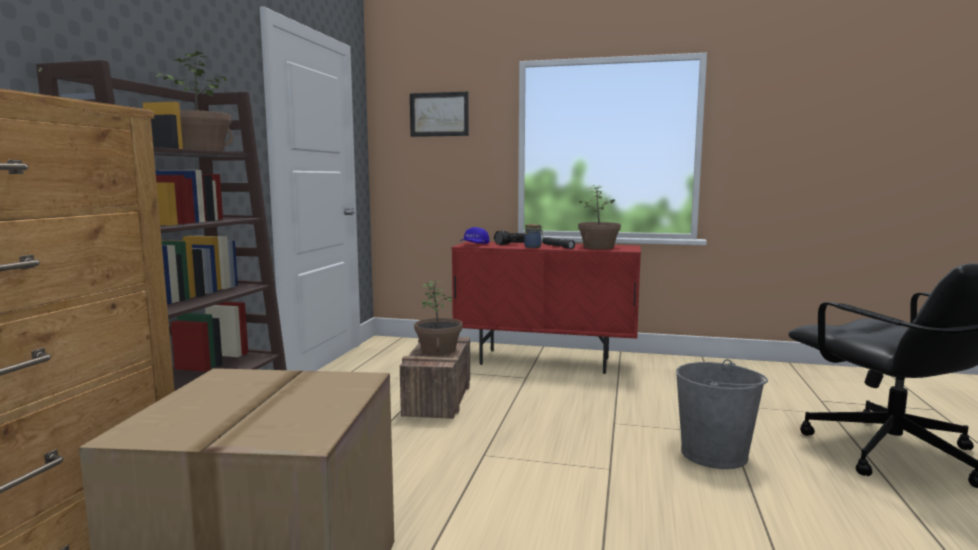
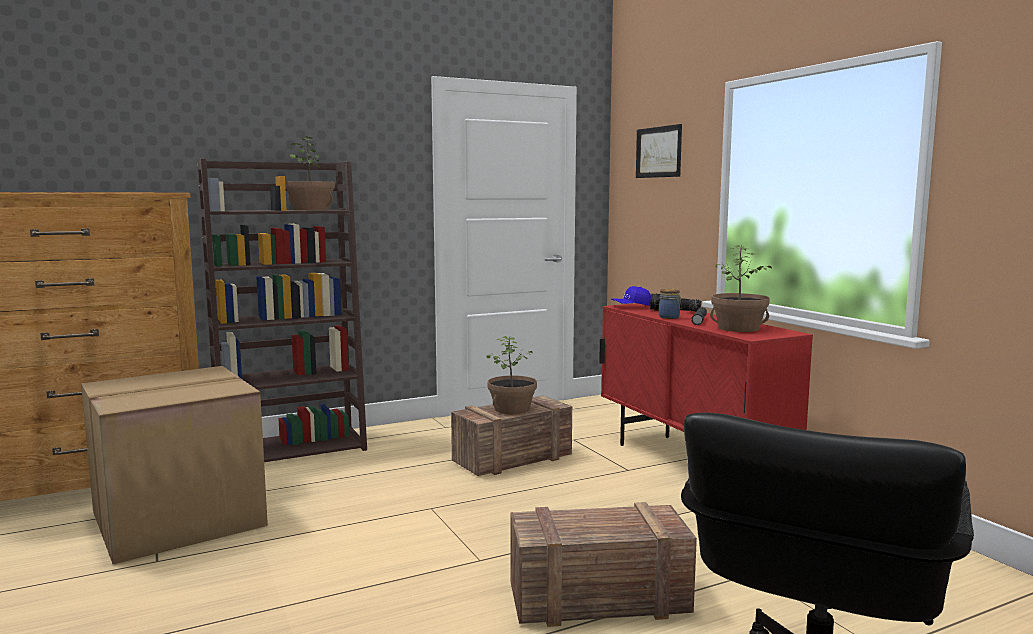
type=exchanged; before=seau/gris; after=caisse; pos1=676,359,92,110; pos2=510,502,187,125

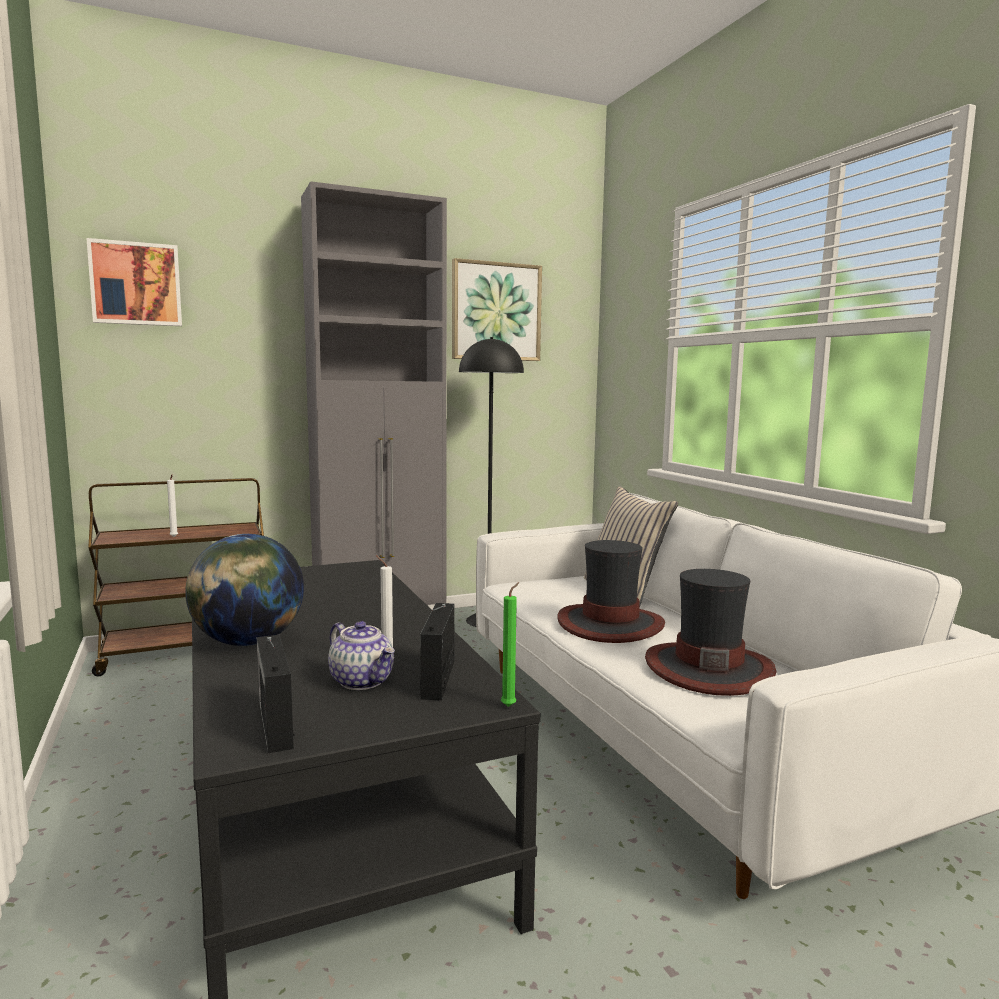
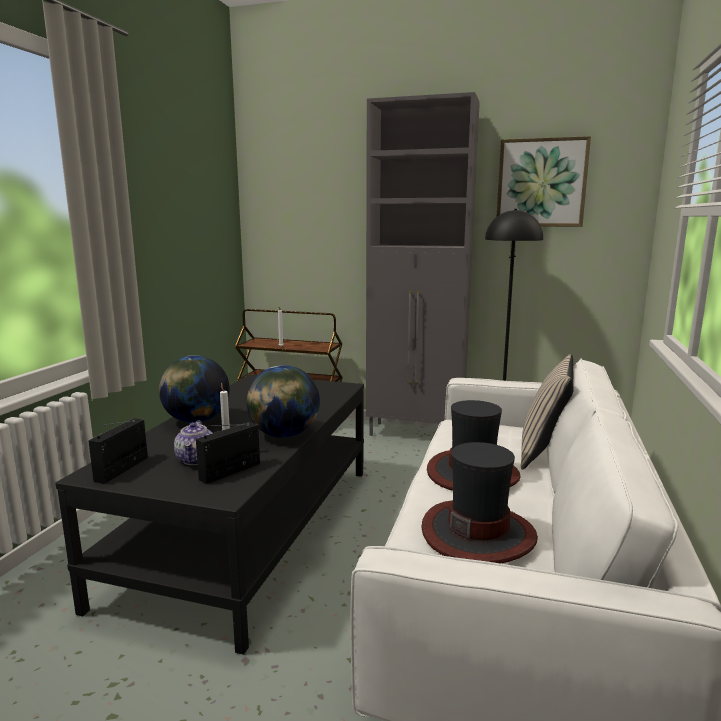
type=appeared; after=globe; pos2=246,365,74,73
type=missing; before=tableau; pos1=86,238,96,88
type=missing; before=bougie/vert; pos1=501,582,18,125

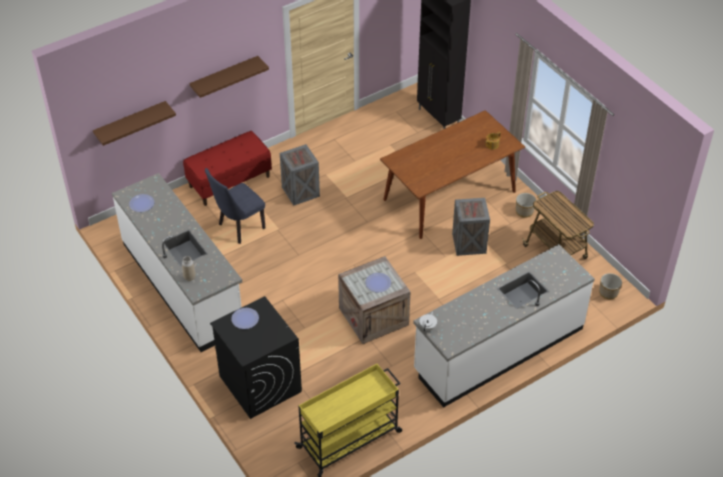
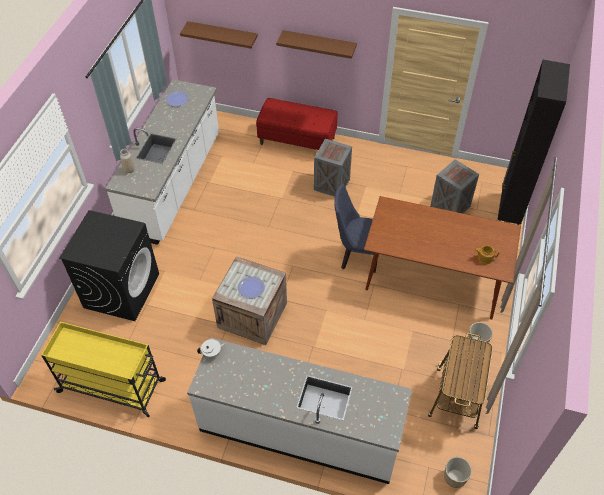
type=relocated; before=chaise/bleu; pos1=205,168,60,76; pos2=334,184,44,89
type=relocated; before=caisse; pos1=452,198,38,58; pos2=430,159,49,54
type=missing; before=assiette; pos1=231,308,28,21

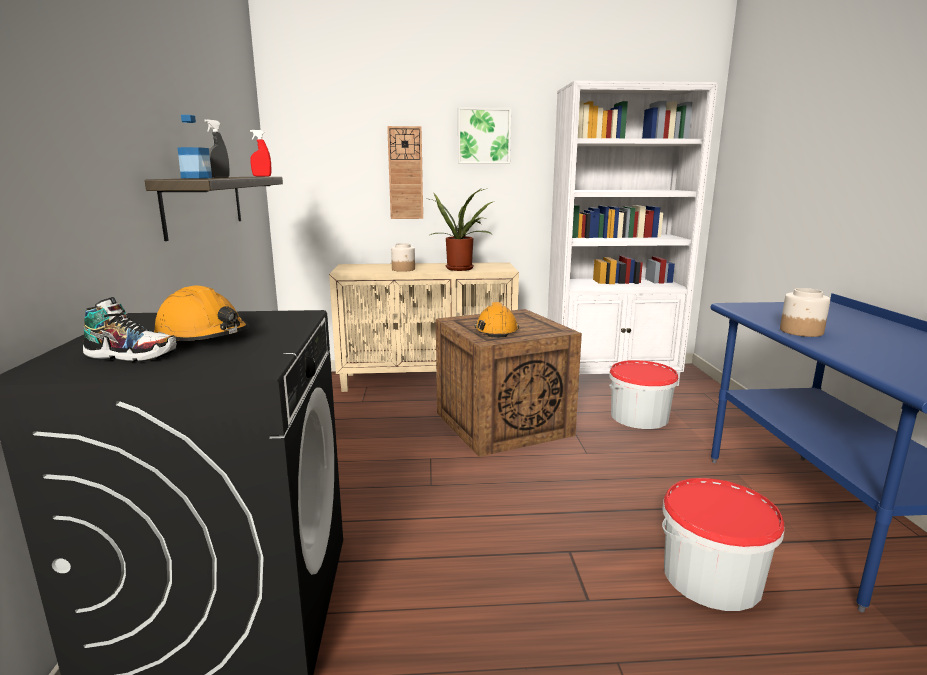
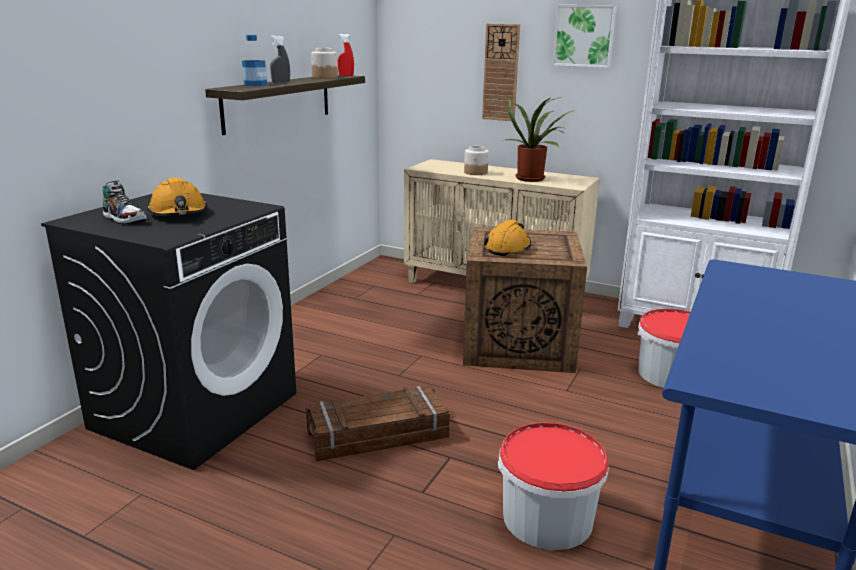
type=appeared; after=caisse; pos2=306,386,144,75
type=relocated; before=bocal; pos1=780,288,50,49; pos2=311,48,27,30

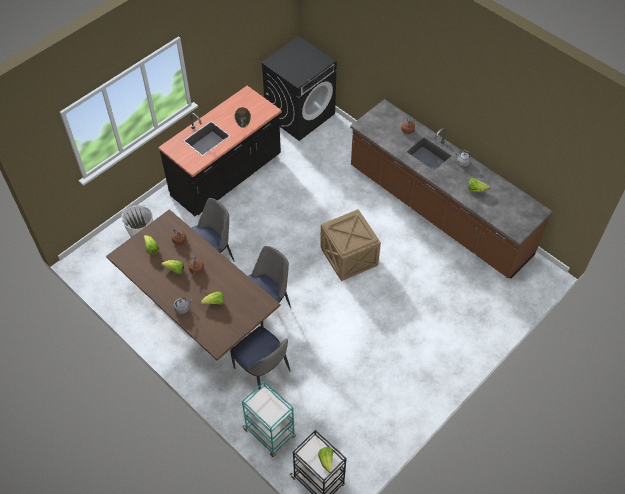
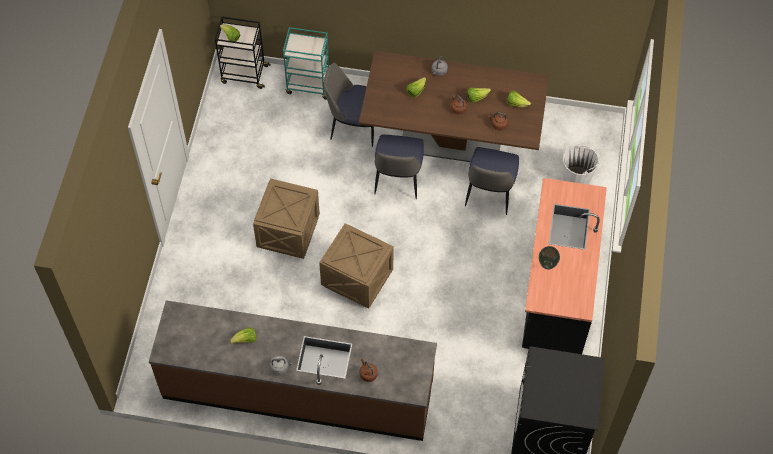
type=appeared; after=caisse; pos2=253,178,67,81

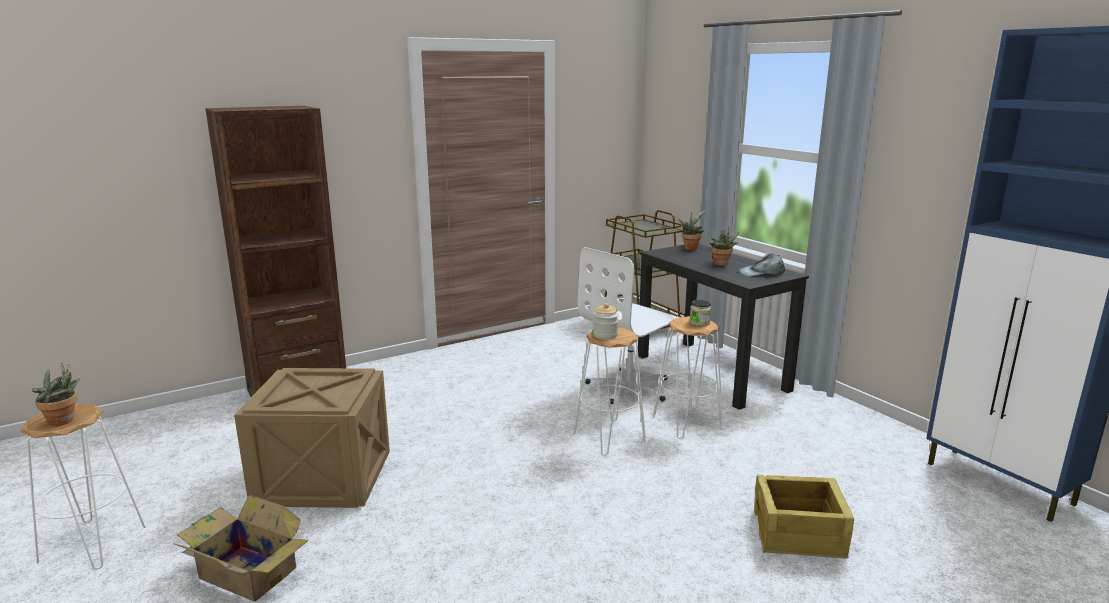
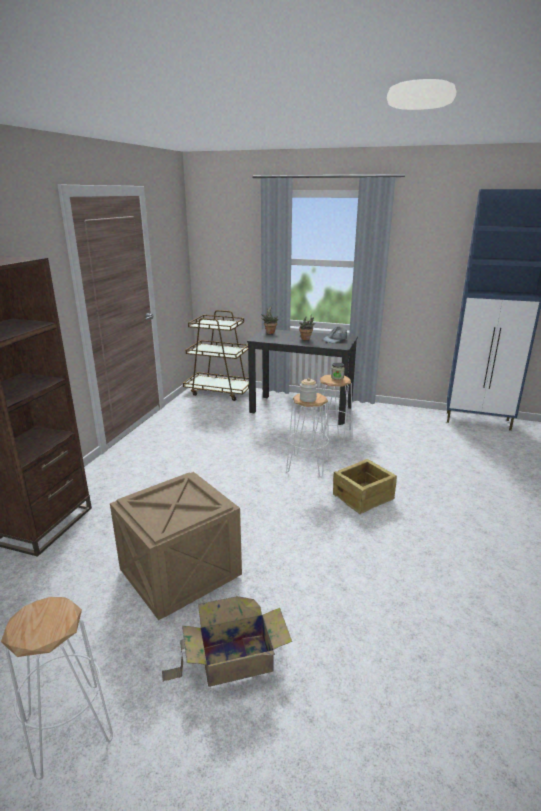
type=relocated; before=caisse; pos1=754,475,100,84; pos2=333,459,64,55
type=missing; before=plante en pot; pos1=31,363,49,63
type=missing; before=chaise de bureau/blanc; pos1=578,247,102,157

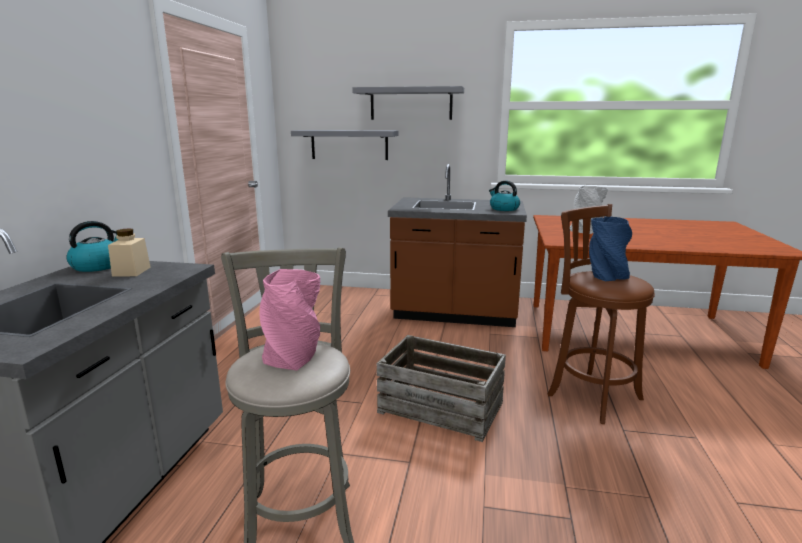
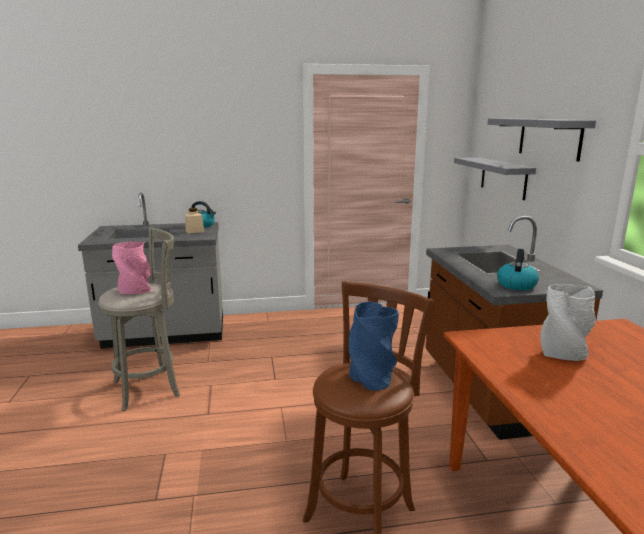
type=missing; before=caisse; pos1=377,335,129,107

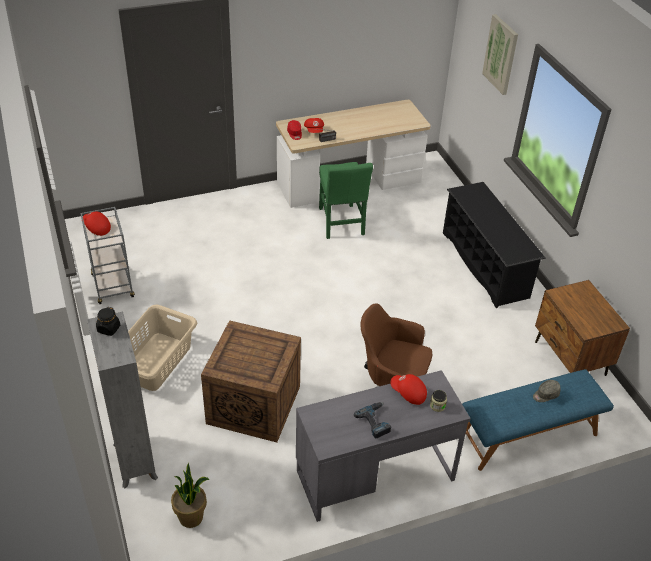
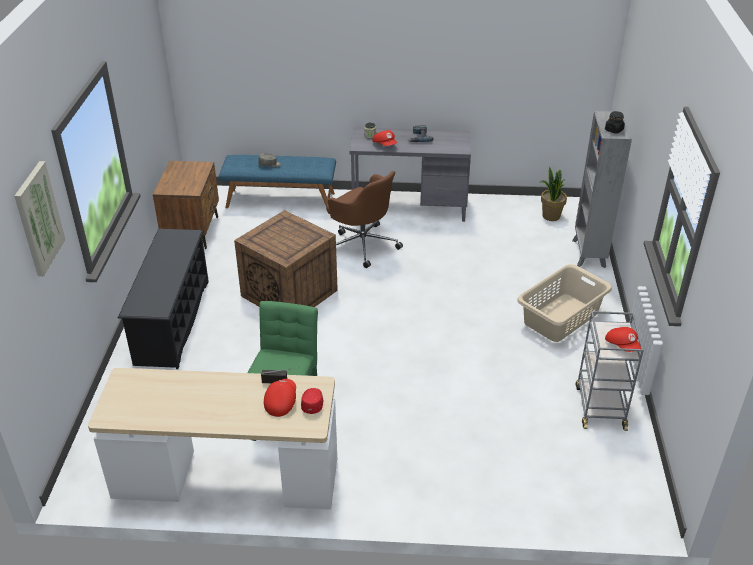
type=relocated; before=caisse; pos1=201,320,100,122; pos2=234,210,104,97

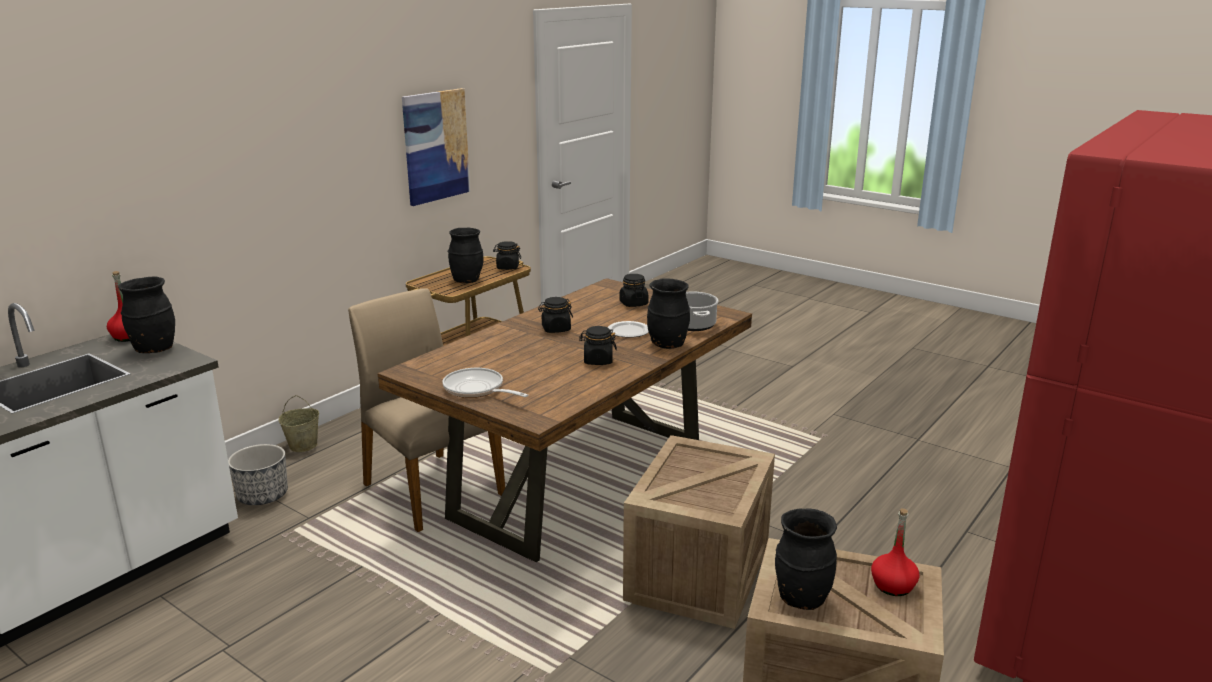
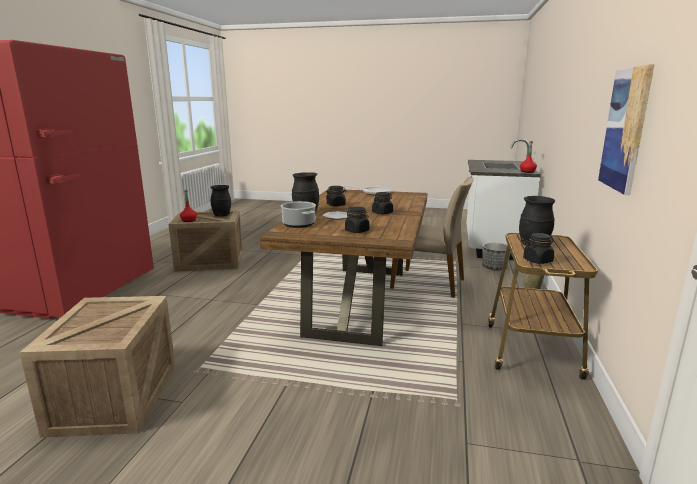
type=relocated; before=caisse; pos1=623,435,152,194; pos2=19,296,156,142
type=missing; before=vase/noir; pos1=118,277,57,76

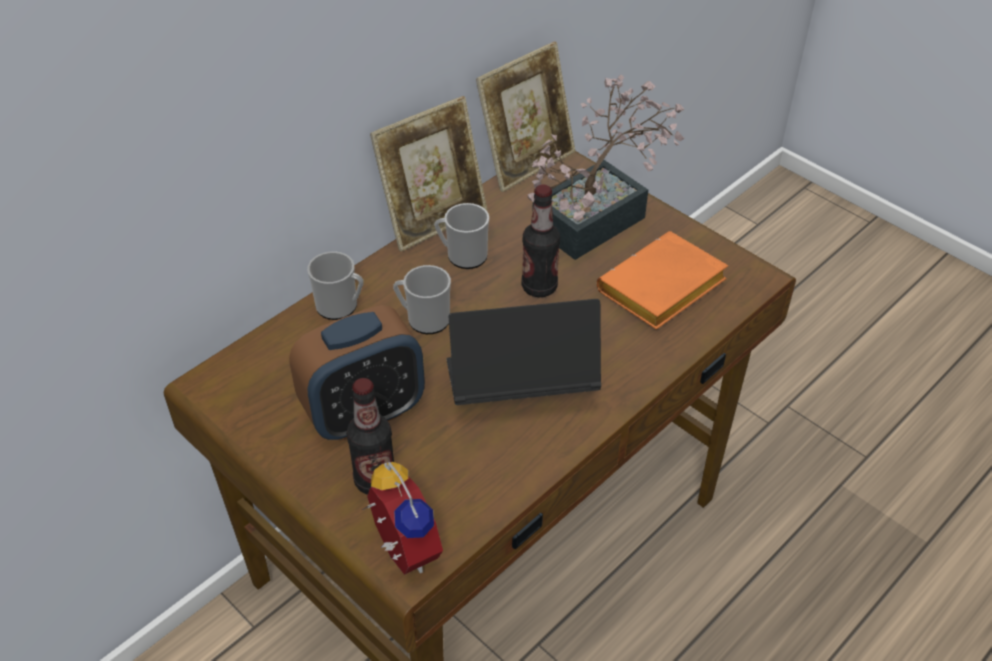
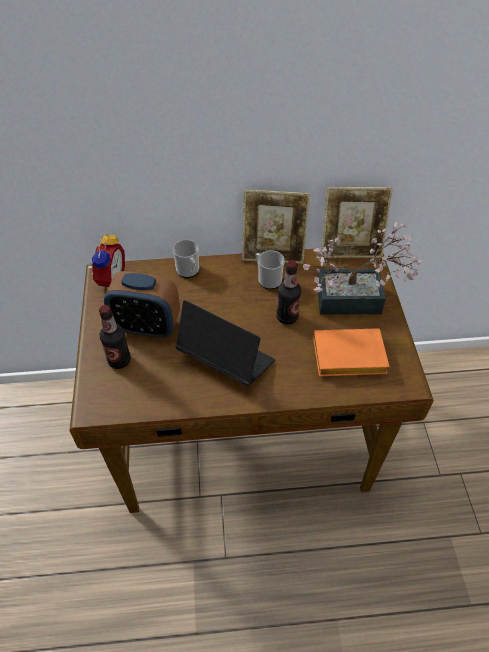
type=relocated; before=réveil; pos1=363,462,80,113; pos2=88,232,37,58
type=missing; before=mug; pos1=393,265,58,69

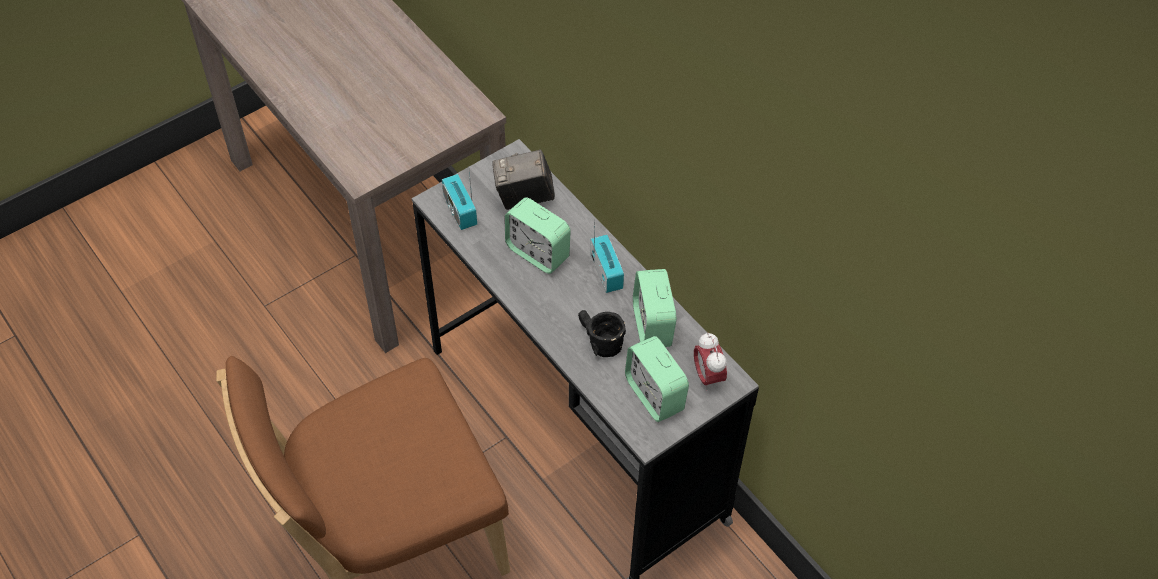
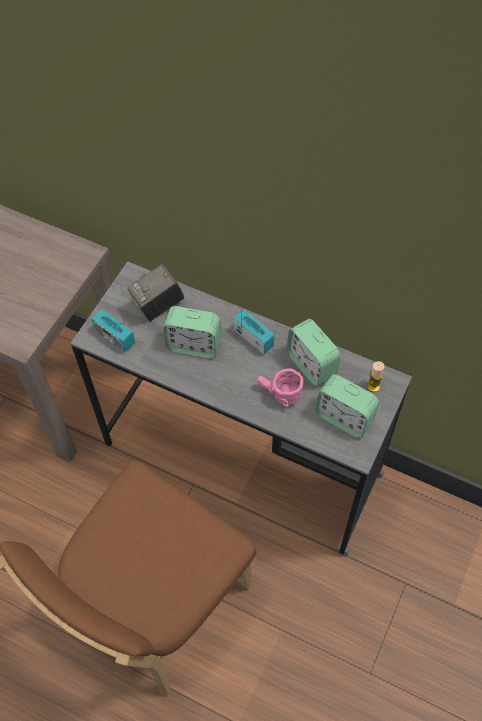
type=colour; before=mug/noir; after=mug/rose; pos1=578,310,48,47; pos2=257,368,46,39
type=exchanged; before=réveil; after=bougie; pos1=694,333,33,58; pos2=367,361,18,31

